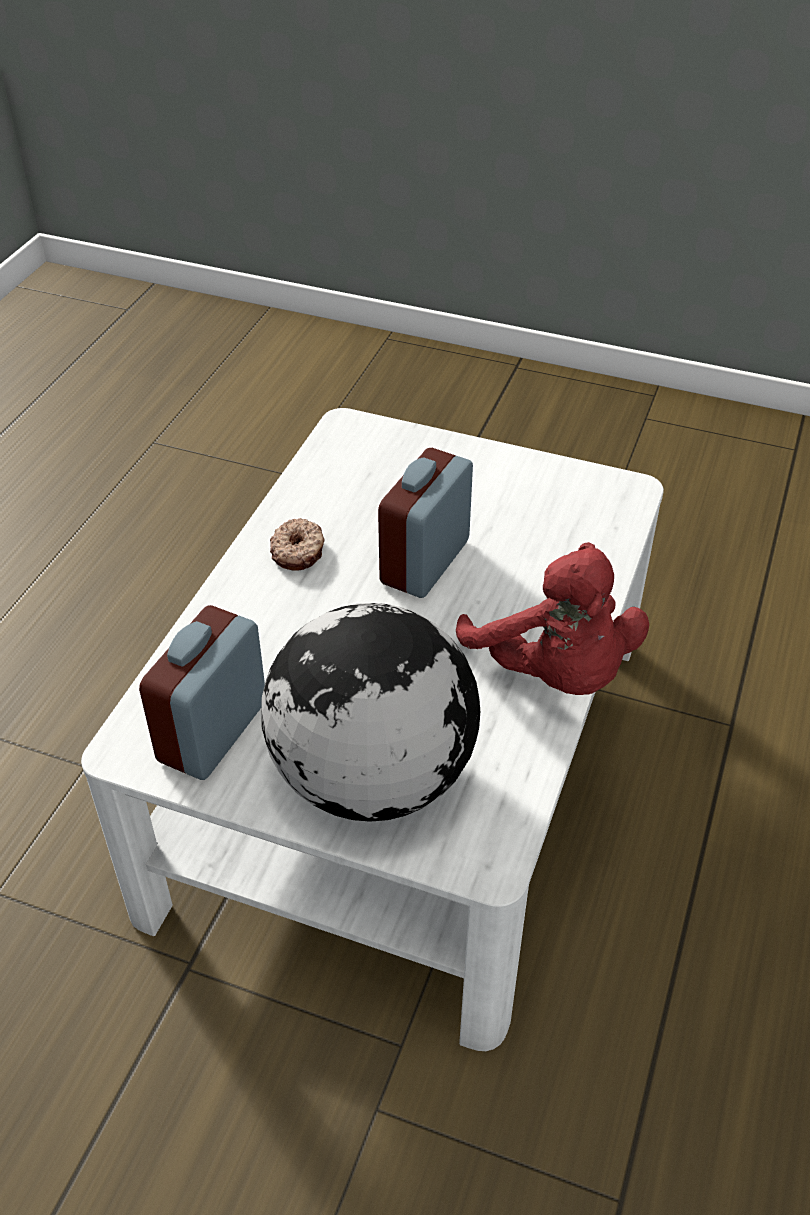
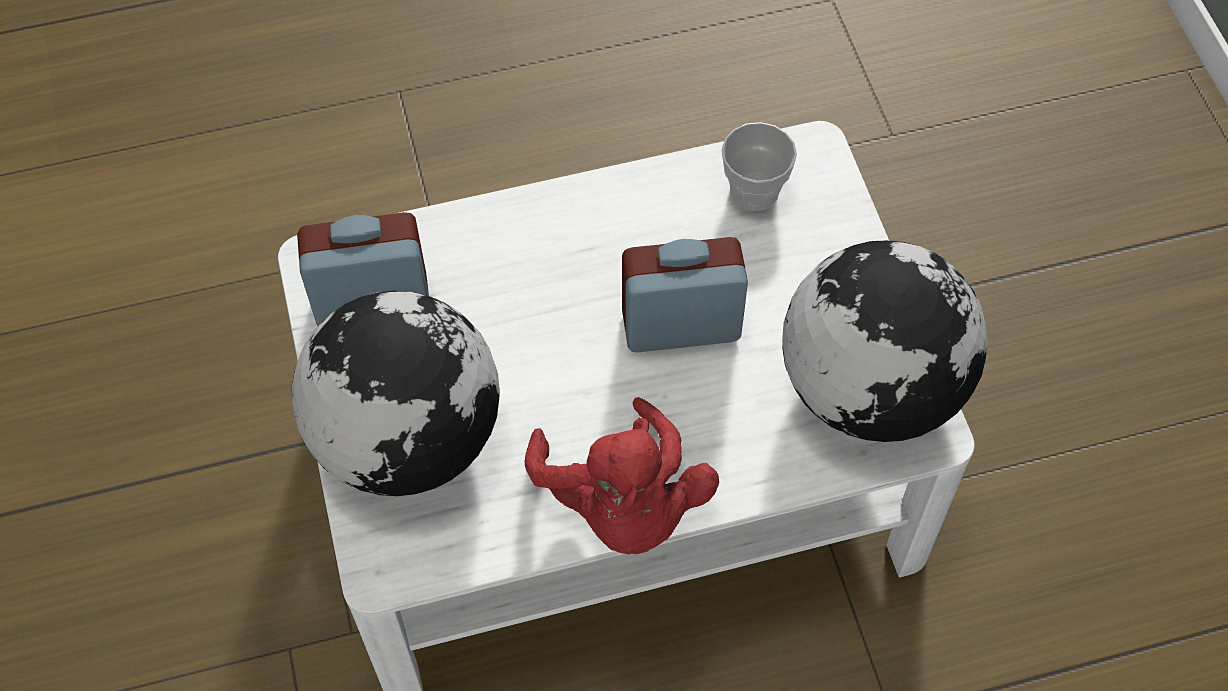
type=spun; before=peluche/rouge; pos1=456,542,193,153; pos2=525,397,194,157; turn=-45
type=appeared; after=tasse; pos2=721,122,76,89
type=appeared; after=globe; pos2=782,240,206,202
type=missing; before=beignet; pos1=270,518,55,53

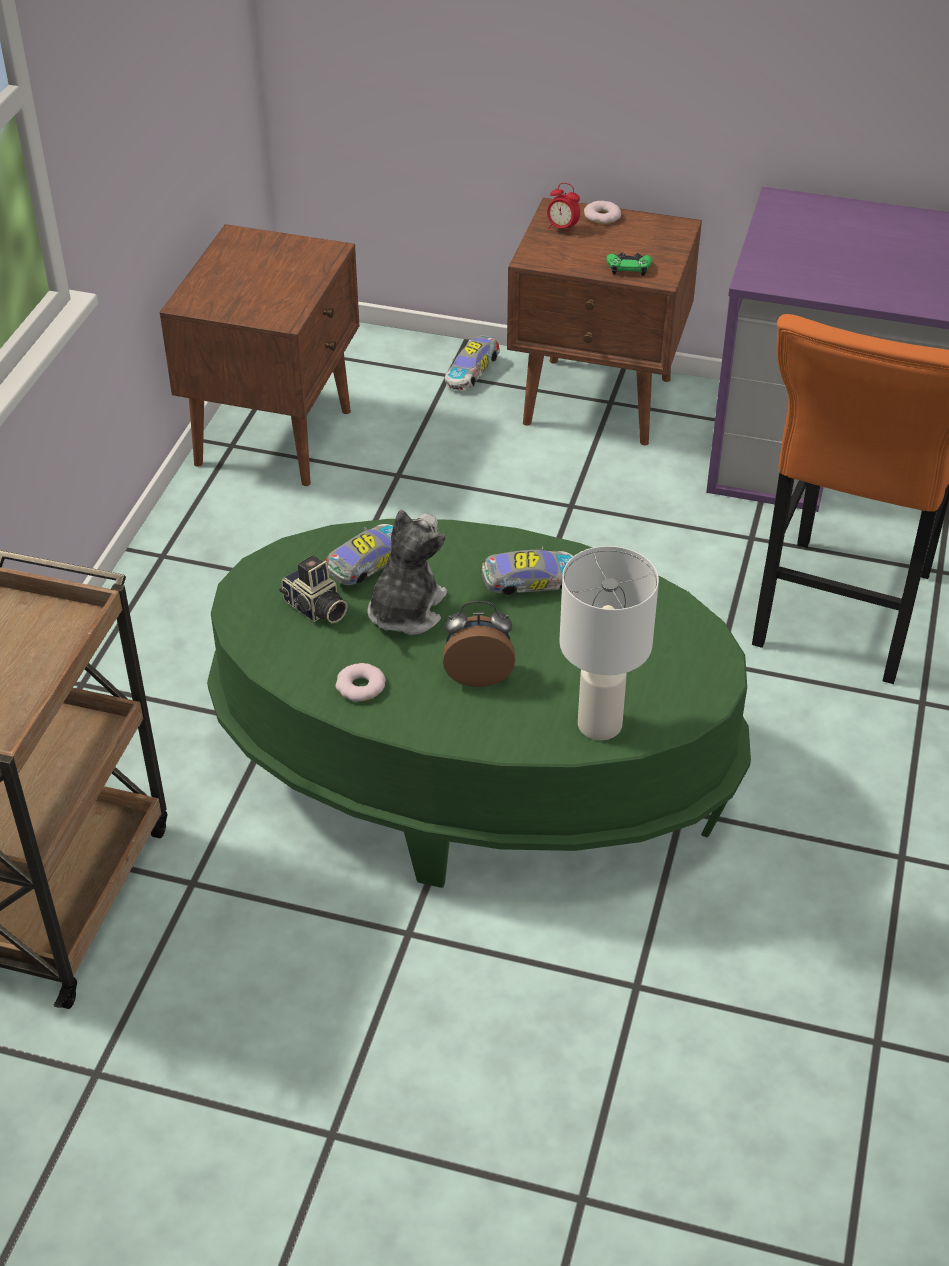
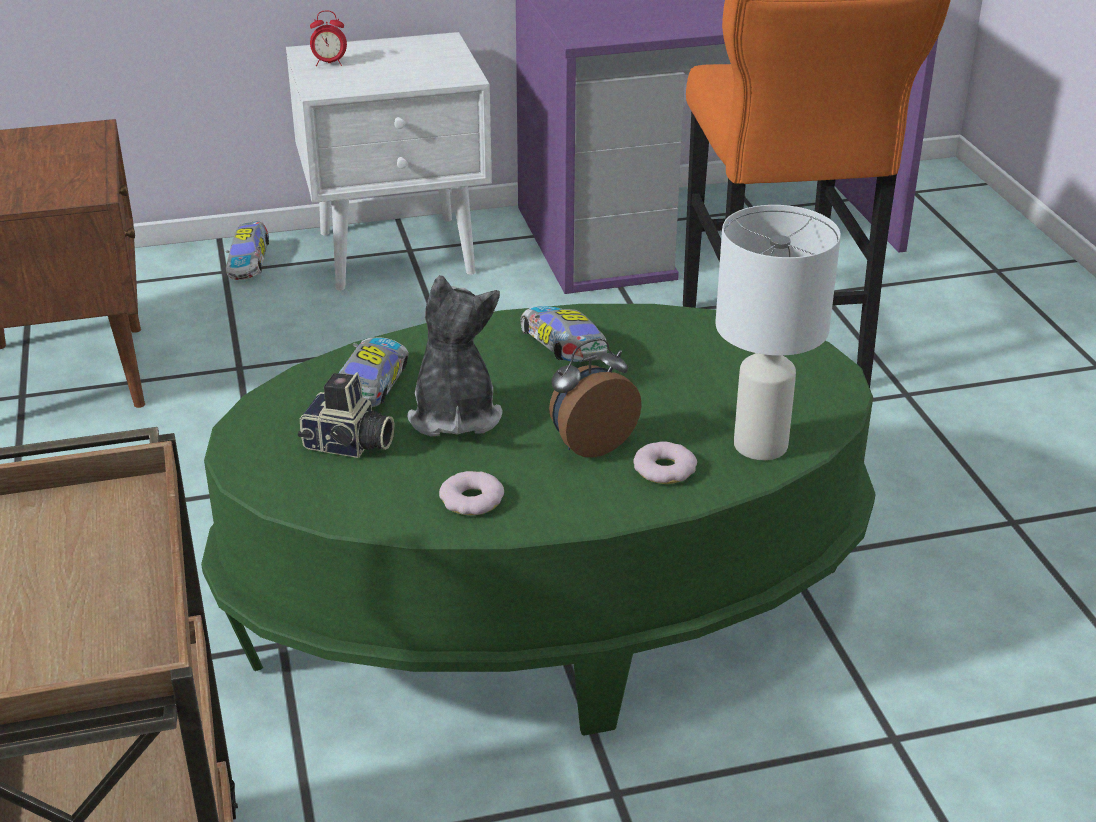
type=colour; before=table de chevet/marron; after=table de chevet/blanc; pos1=507,197,195,249; pos2=286,32,206,258
type=spun; before=petite voiture; pos1=481,547,92,48; pos2=520,306,87,56; turn=-75
type=relocated; before=beignet; pos1=584,201,37,23; pos2=633,441,64,43
type=missing; before=manette/vert; pos1=606,252,46,24

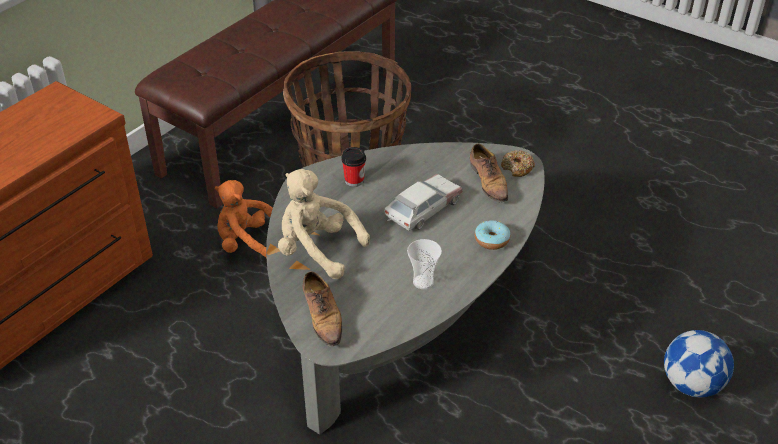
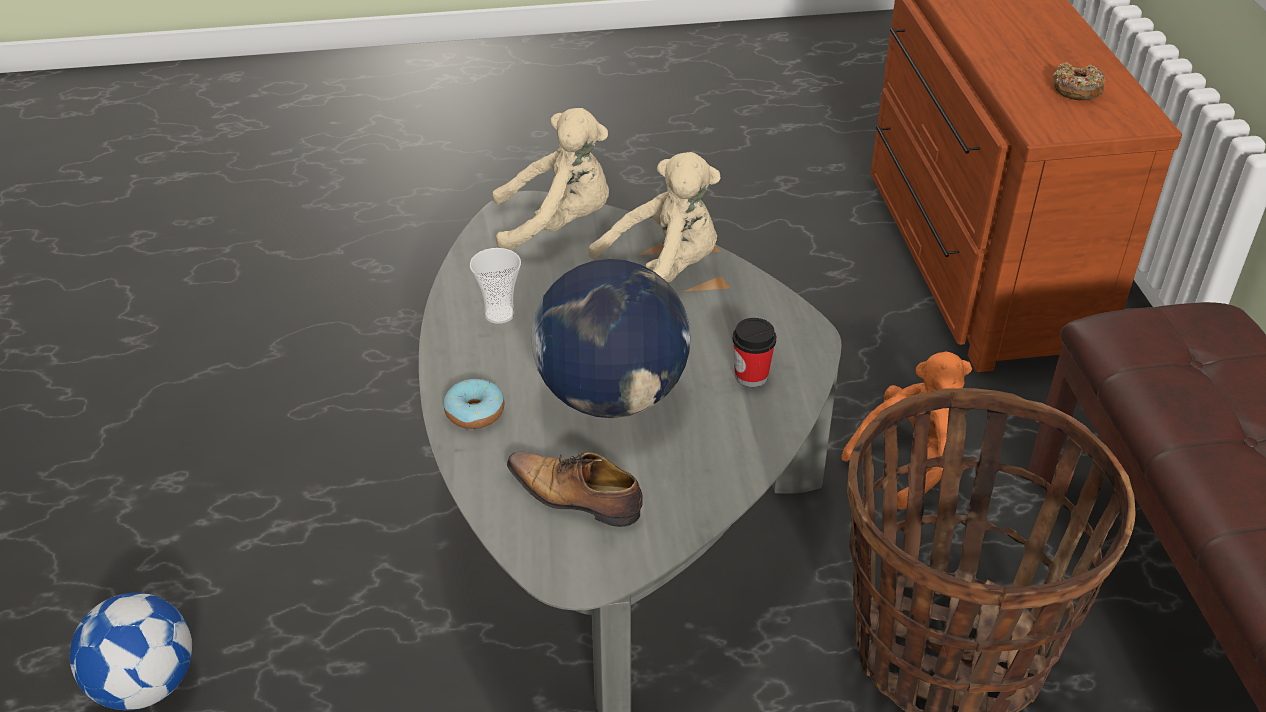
type=exchanged; before=chaussure; after=peluche/beige; pos1=303,271,39,75; pos2=492,108,117,143
type=exchanged; before=petite voiture; after=globe; pos1=384,174,79,57; pos2=531,259,159,159
type=relocated; before=beignet; pos1=501,150,34,27; pos2=1053,62,52,38

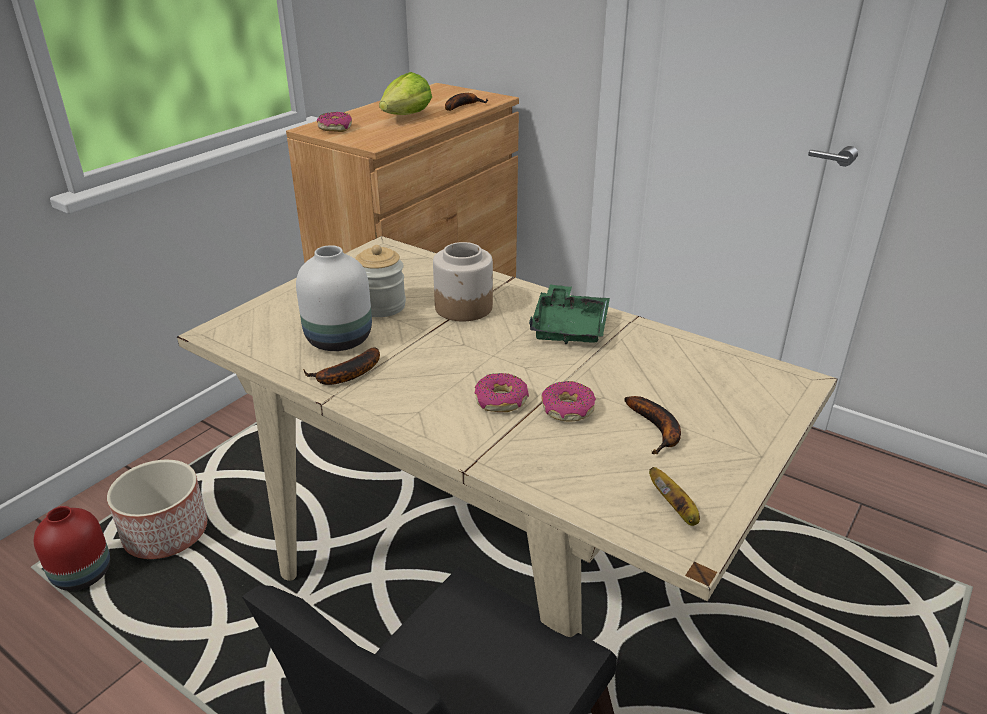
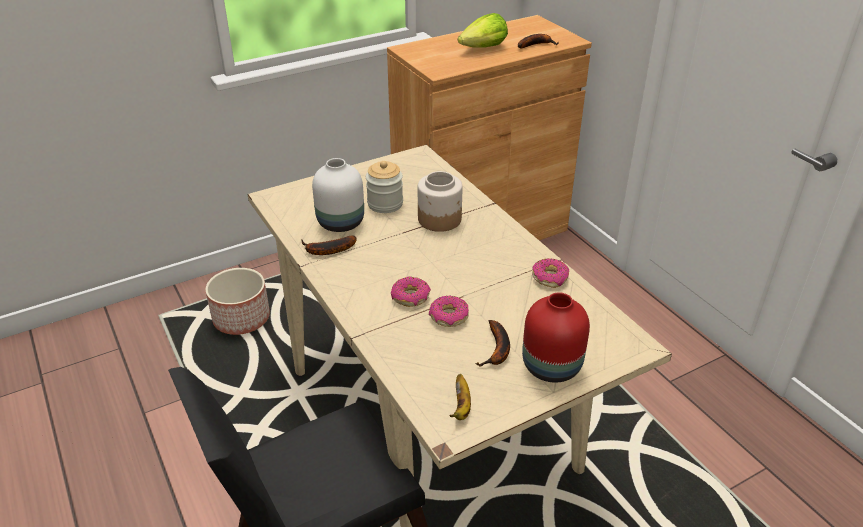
type=relocated; before=vase/rouge; pos1=34,506,76,85; pos2=522,292,68,91
type=relocated; before=beignet; pos1=317,112,35,20; pos2=532,258,37,30
type=missing; before=plateau/vert; pos1=529,284,81,60

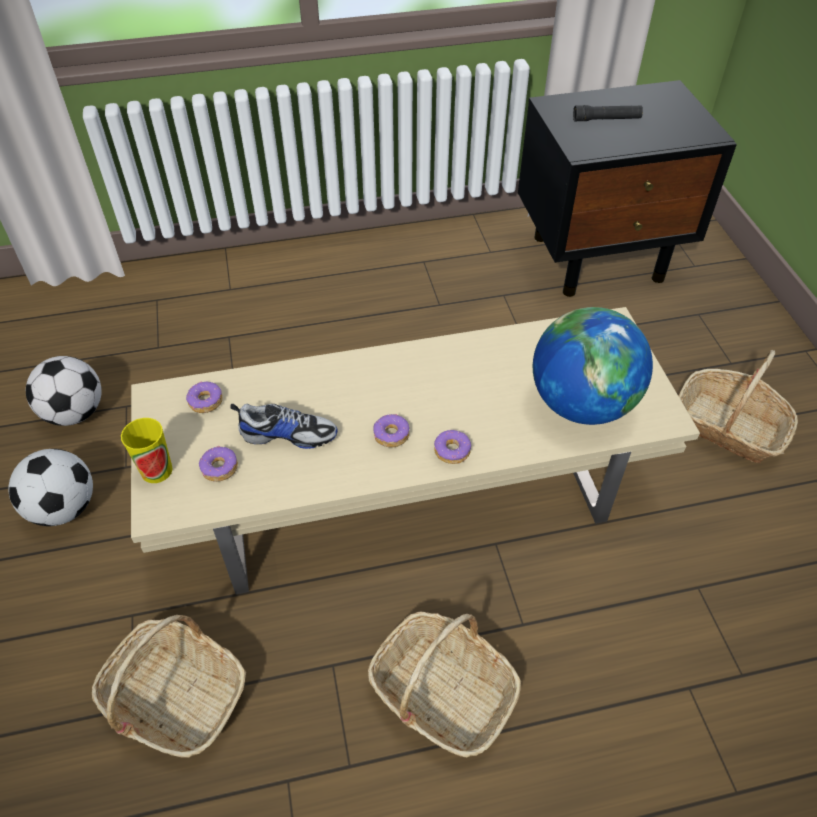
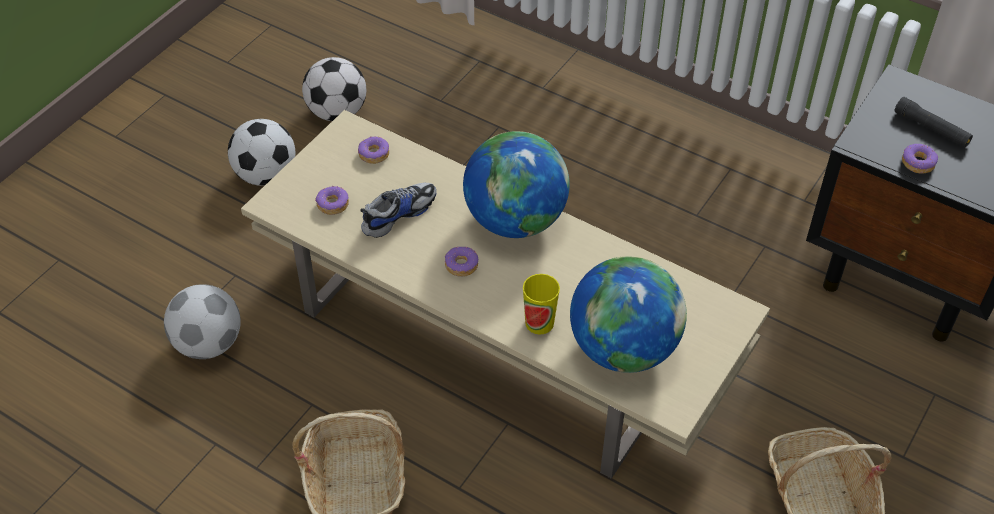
type=exchanged; before=panier; after=ballon de foot; pos1=92,615,154,143; pos2=164,284,77,75
type=spun; before=chaussure; pos1=230,404,108,45; pos2=360,183,76,55; turn=-90
type=appeared; after=globe; pos2=463,131,107,107
type=relocated; before=tasse; pos1=121,418,51,65; pos2=523,274,37,61
type=relocated; before=beignet; pos1=434,430,37,34; pos2=902,144,36,30

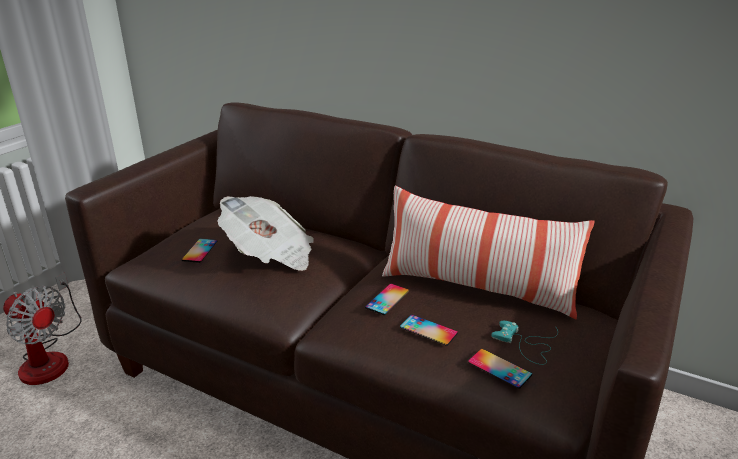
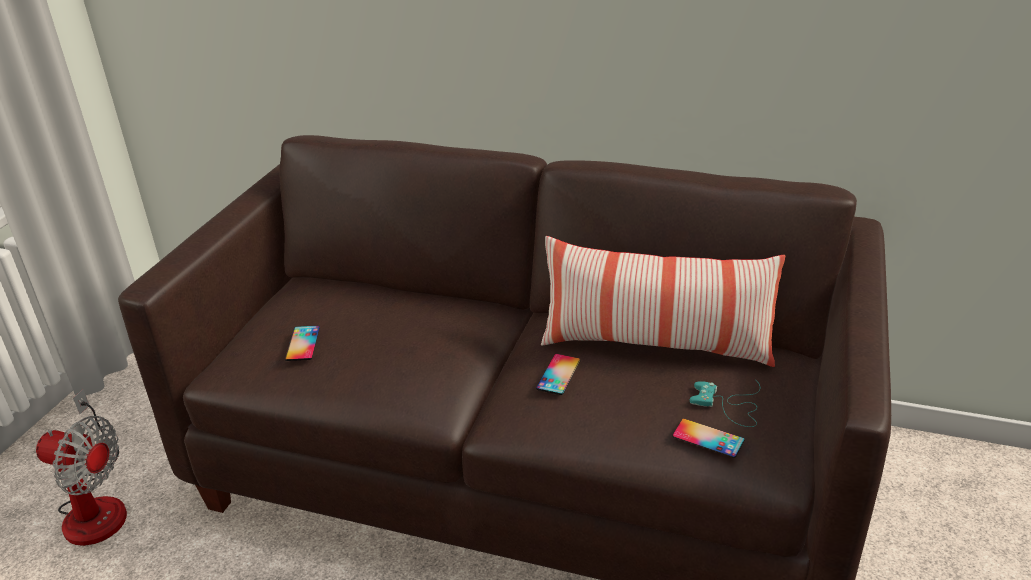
type=missing; before=journal; pos1=217,196,97,75
type=missing; before=téléphone; pos1=400,315,58,31

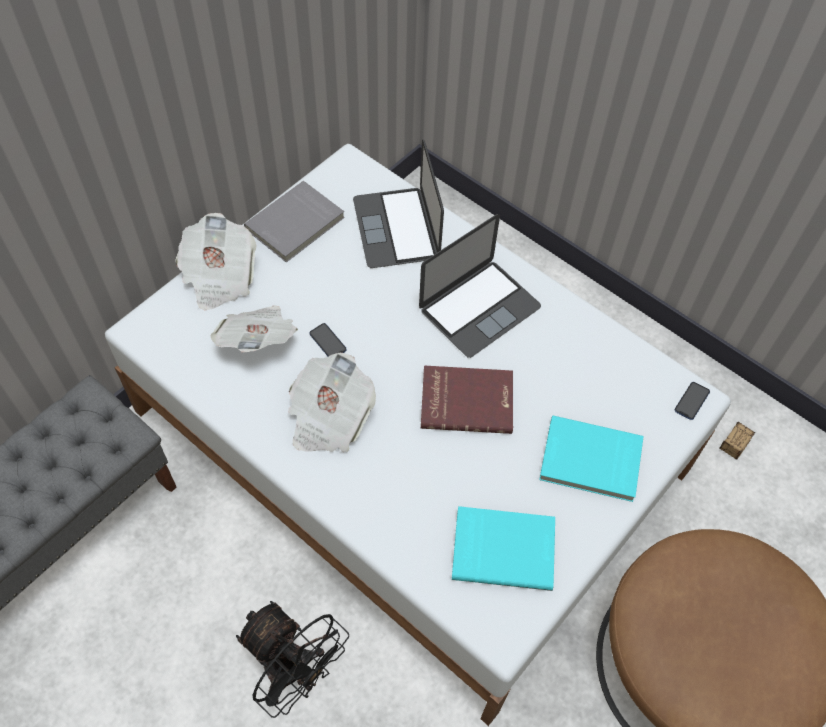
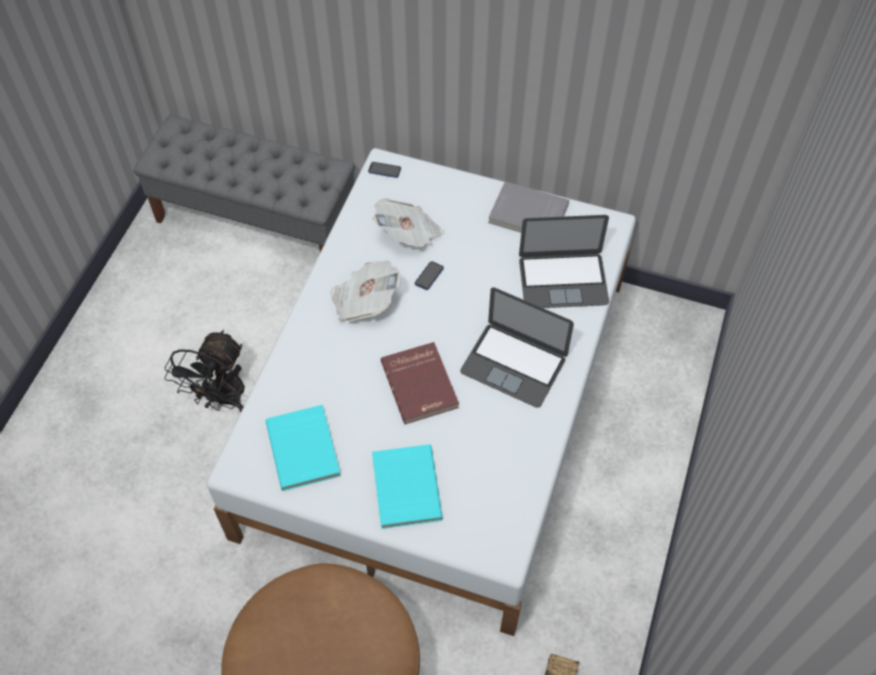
type=relocated; before=téléphone; pos1=675,382,35,38; pos2=368,162,33,16
type=spun; before=ordinateur portable; pos1=353,139,91,129; pos2=519,215,90,93; turn=-150
type=missing; before=journal; pos1=175,213,82,97

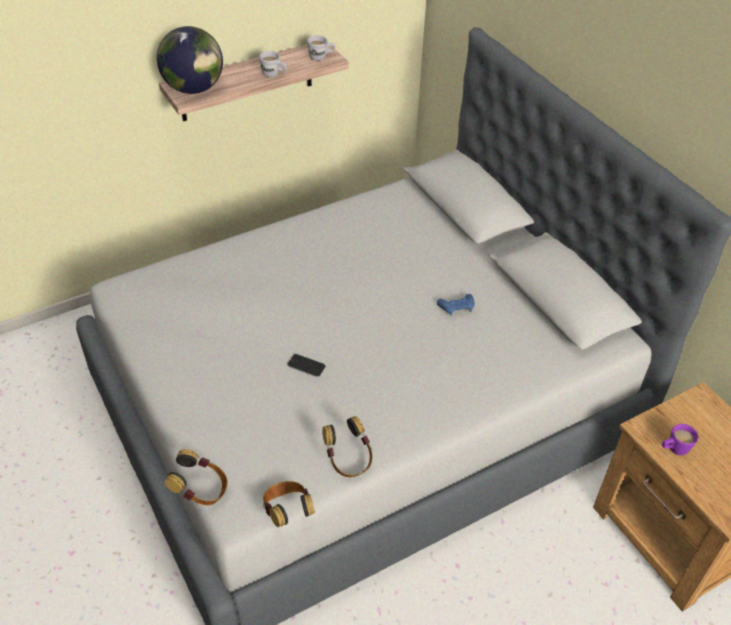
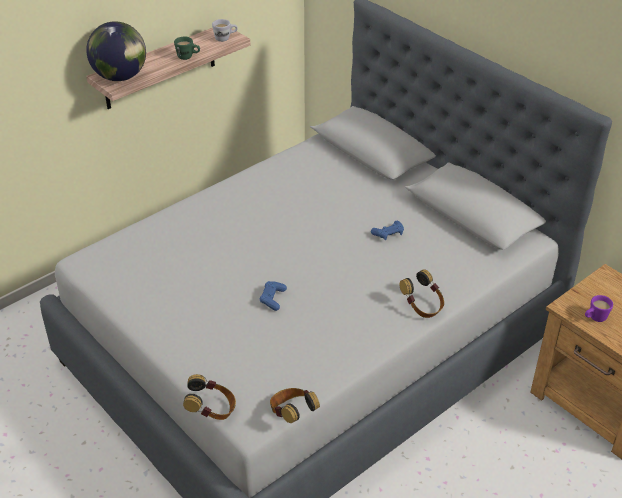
type=colour; before=mug/blanc; after=mug/vert; pos1=259,51,28,26; pos2=174,37,26,23
type=exchanged; before=téléphone; after=manette/bleu; pos1=287,354,39,23; pos2=260,281,27,30
type=relocated; before=casque audio; pos1=322,416,50,61; pos2=399,269,45,49

